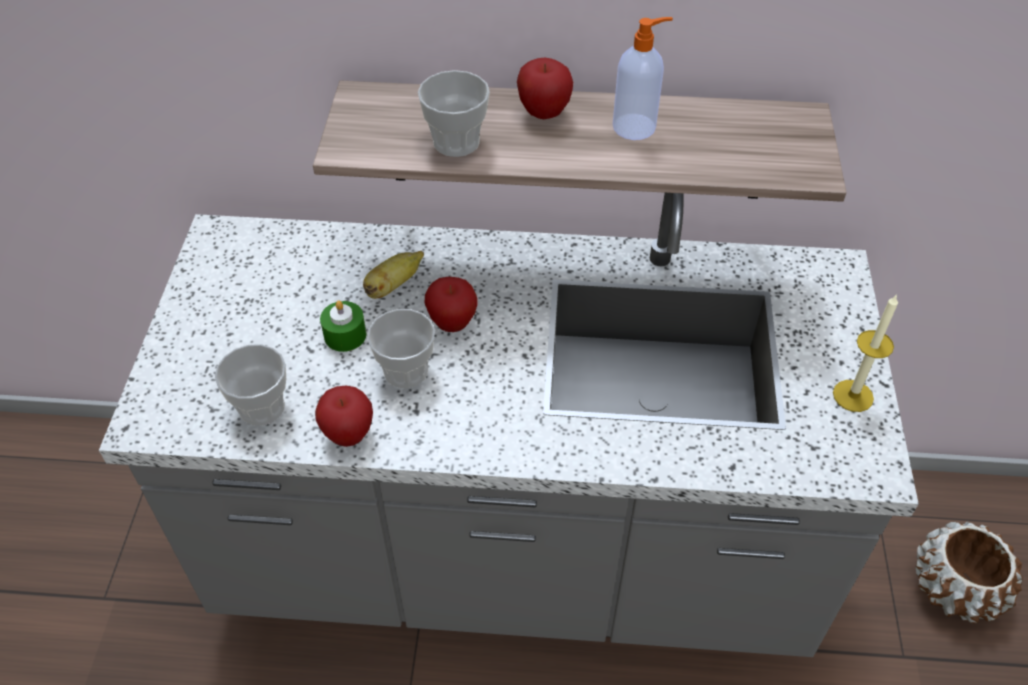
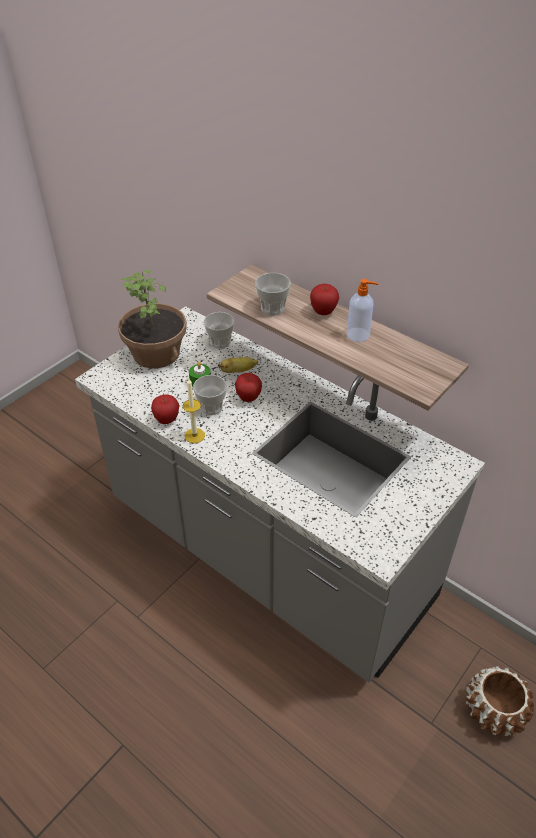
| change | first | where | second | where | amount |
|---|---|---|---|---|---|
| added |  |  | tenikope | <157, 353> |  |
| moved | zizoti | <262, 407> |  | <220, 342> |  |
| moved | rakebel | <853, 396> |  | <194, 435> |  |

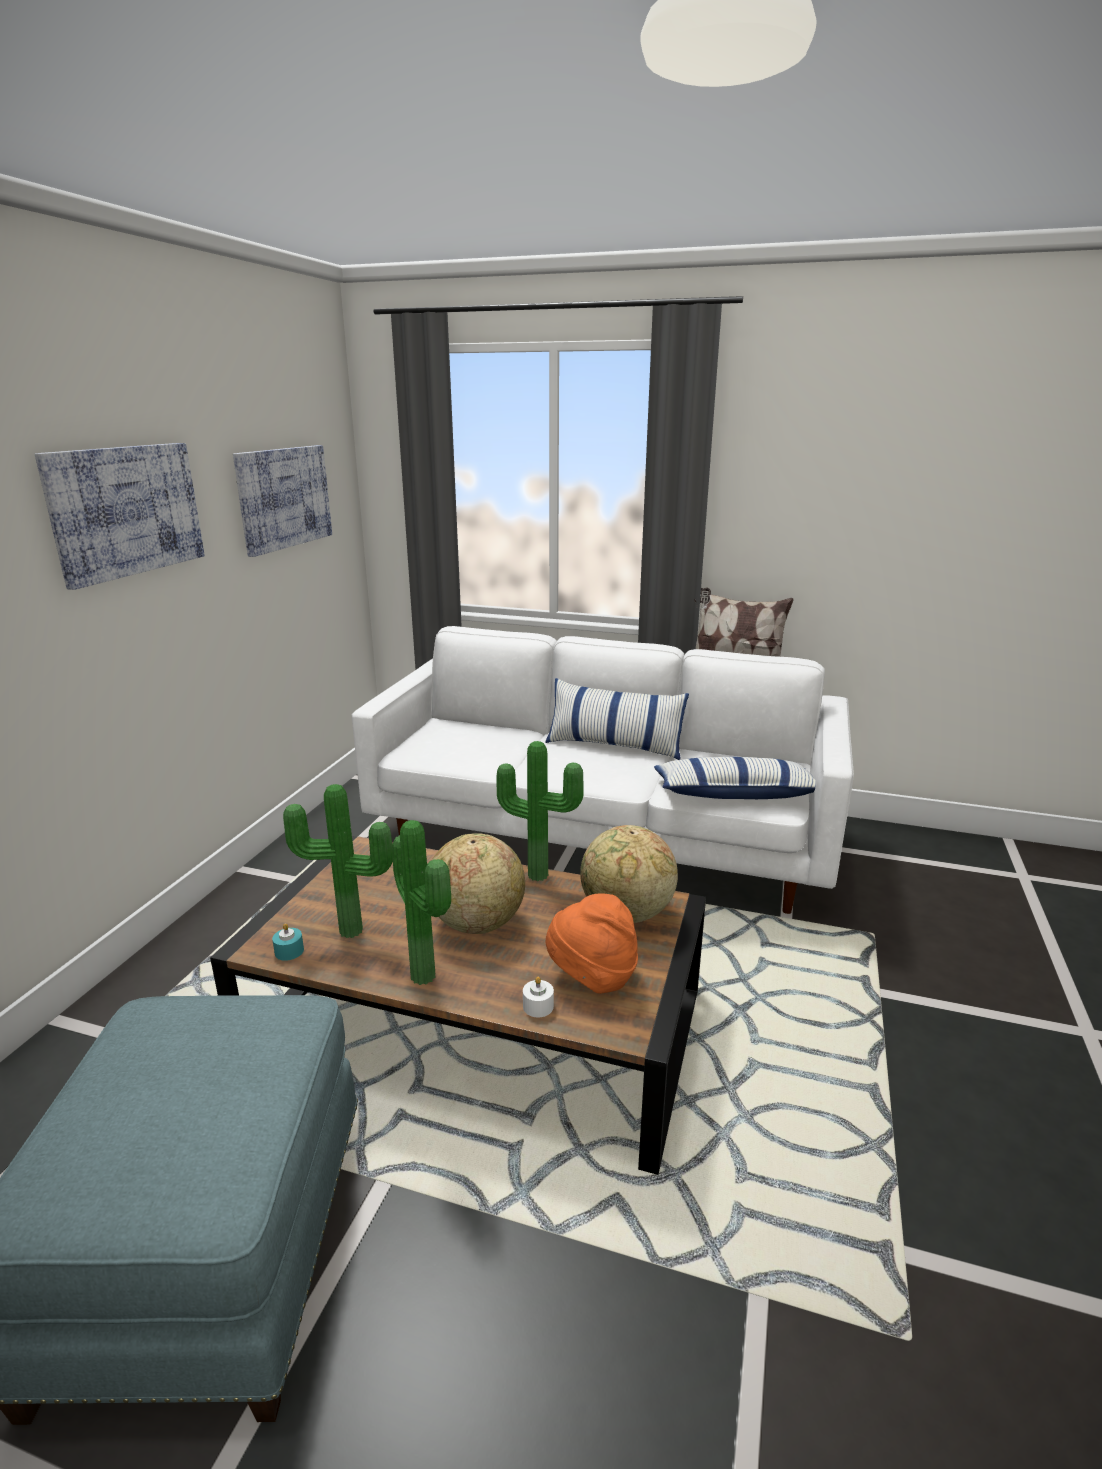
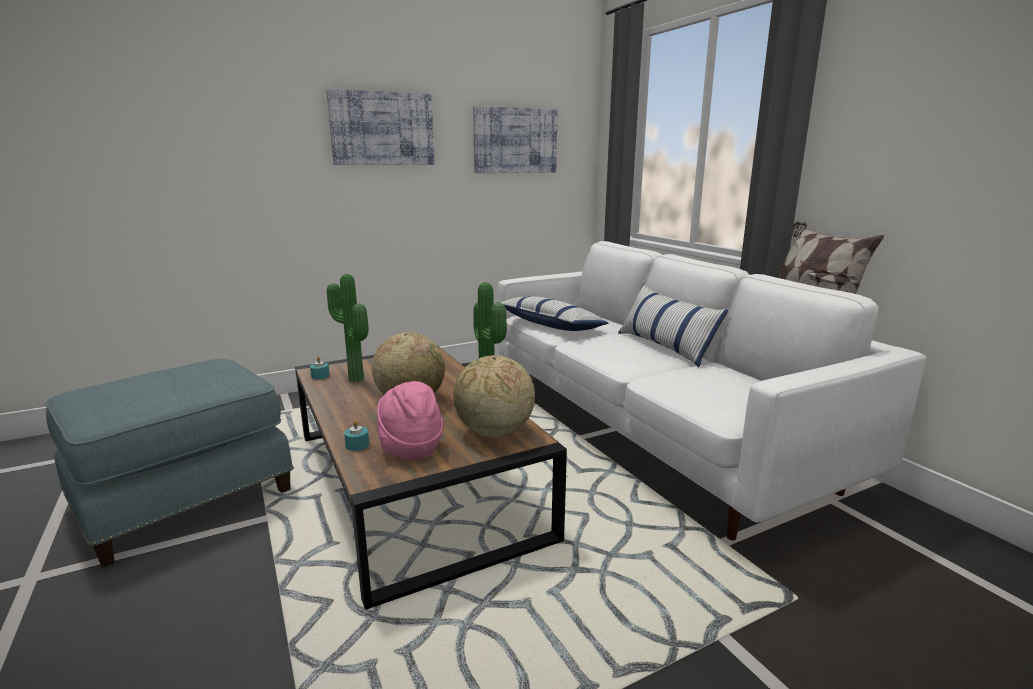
| change | first | where | second | where | amount |
|---|---|---|---|---|---|
| removed | tenikope | <427, 974> |  |  |  |
| moved | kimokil | <735, 794> |  | <550, 325> |  |
| recoloured | white_rakebel | <538, 1006> | turquoise_rakebel | <357, 445> |  |
| recoloured | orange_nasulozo | <592, 976> | pink_nasulozo | <410, 448> |  |

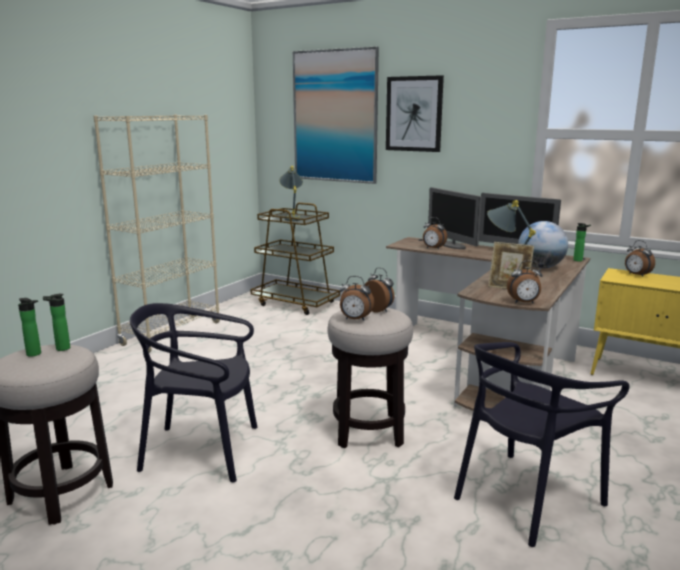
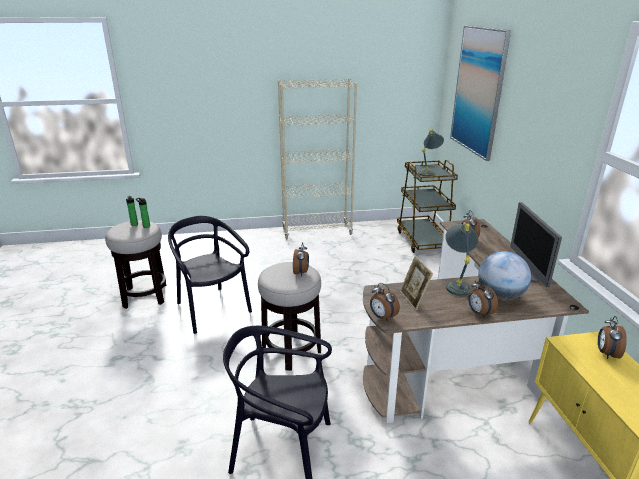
| change | first | where | second | where | amount |
|---|---|---|---|---|---|
| removed | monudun | <414, 114> |  |  |  |
| removed | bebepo | <451, 245> |  |  |  |
| removed | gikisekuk | <579, 260> |  |  |  |
| moved | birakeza | <355, 319> |  | <479, 313> |  |

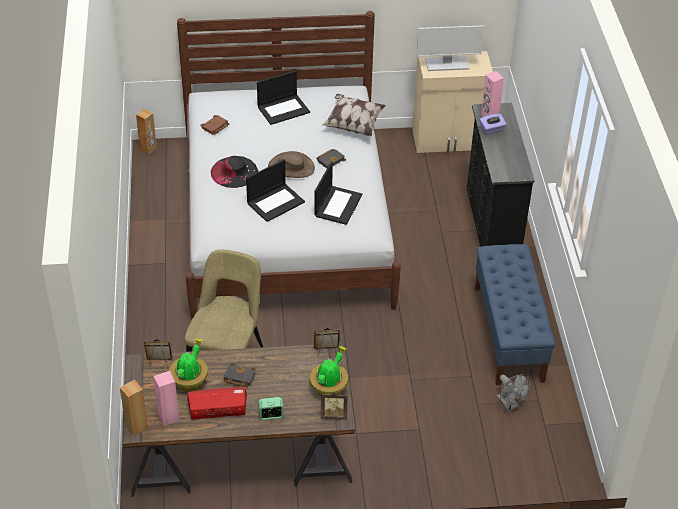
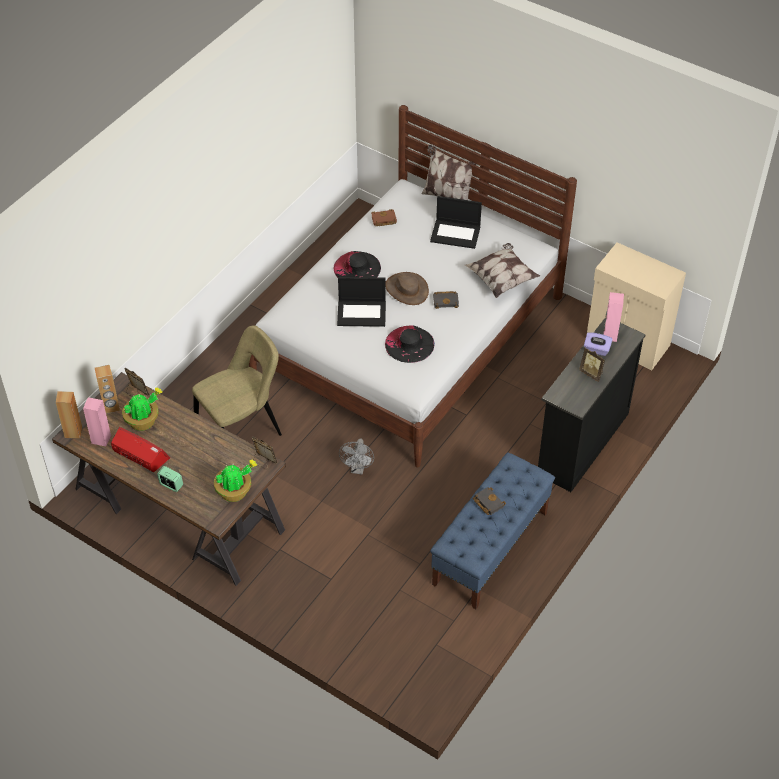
| change | first | where | second | where | amount |
|---|---|---|---|---|---|
| removed | bebepo | <446, 64> |  |  |  |
| added |  |  | kimokil | <447, 196> |  |
| moved | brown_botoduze | <148, 149> |  | <111, 407> |  |
| moved | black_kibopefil | <238, 377> |  | <487, 502> |  |
| moved | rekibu | <334, 415> |  | <592, 373> |  |
| moved | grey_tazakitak | <509, 405> |  | <358, 469> |  |
| replaced | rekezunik | <338, 205> | black_nasulozo | <409, 344> |  |

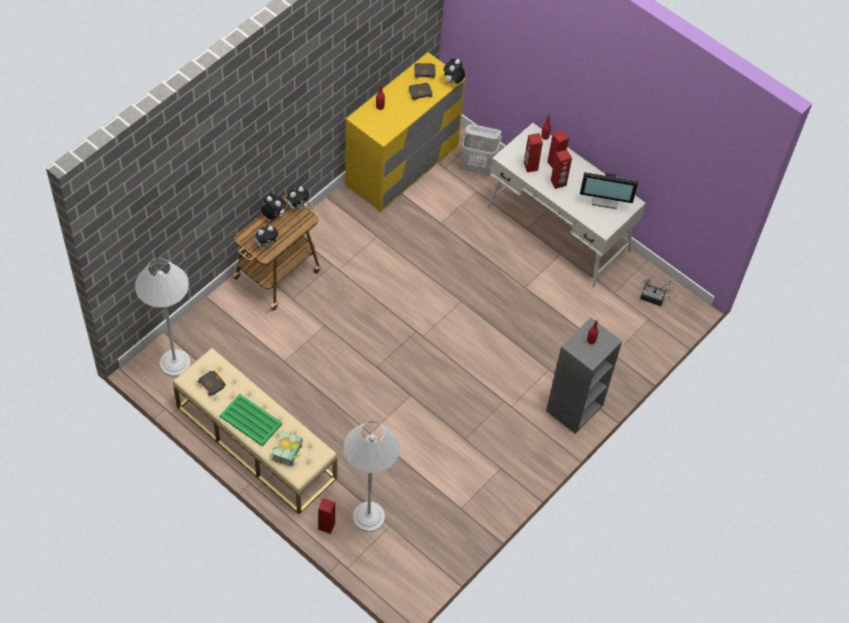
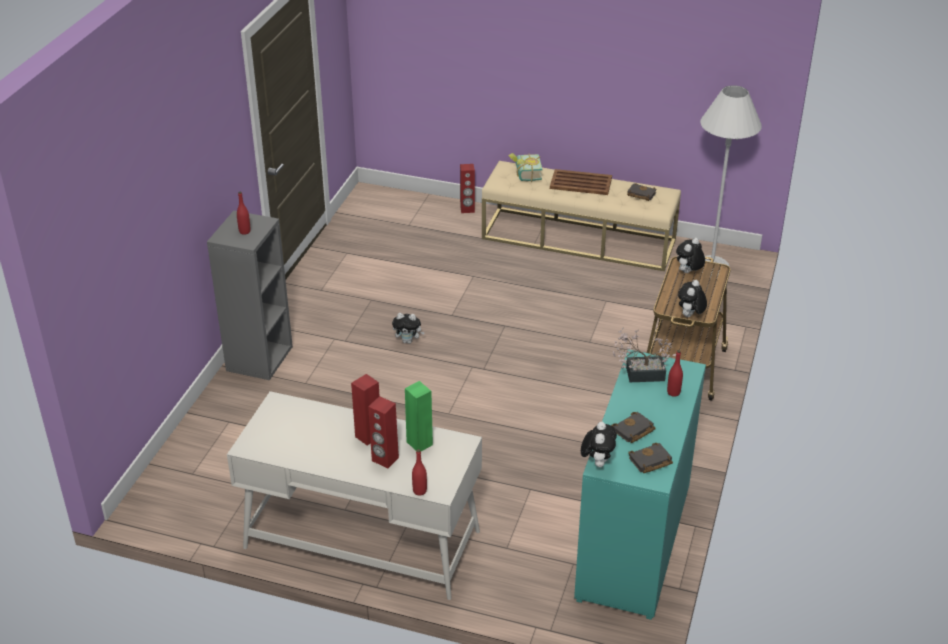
| change | first | where | second | where | amount |
|---|---|---|---|---|---|
| removed | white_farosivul | <368, 517> |  |  |  |
| removed | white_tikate | <478, 167> |  |  |  |
| removed | bebepo | <605, 198> |  |  |  |
| moved | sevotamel | <273, 216> |  | <408, 341> |  |
| moved | tenikope | <655, 298> |  | <640, 374> |  |
| recoloured | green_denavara | <250, 420> | brown_denavara | <581, 183> |  |
| recoloured | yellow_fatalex | <402, 166> | turquoise_fatalex | <634, 542> |  |
| recoloured | red_botoduze | <530, 166> | green_botoduze | <420, 443> |  |

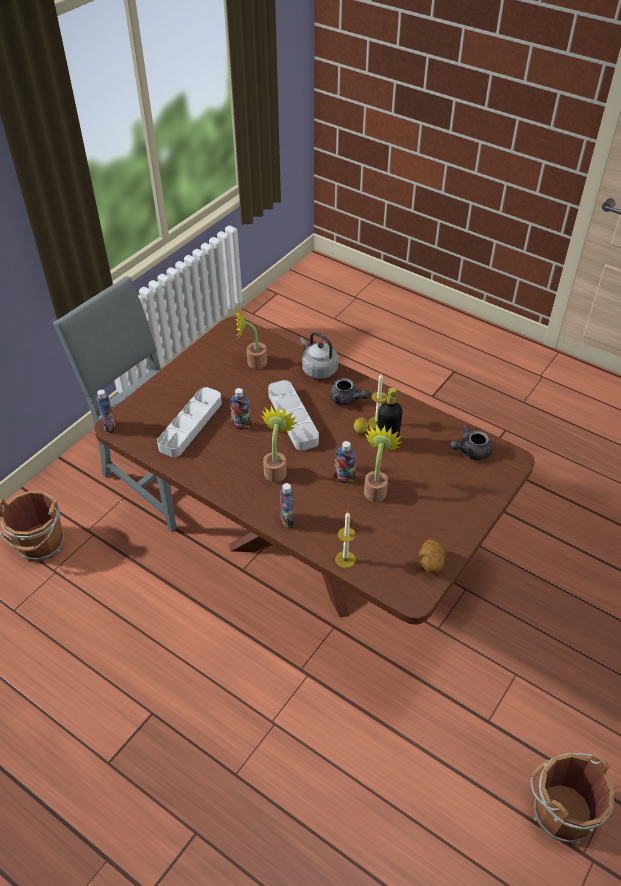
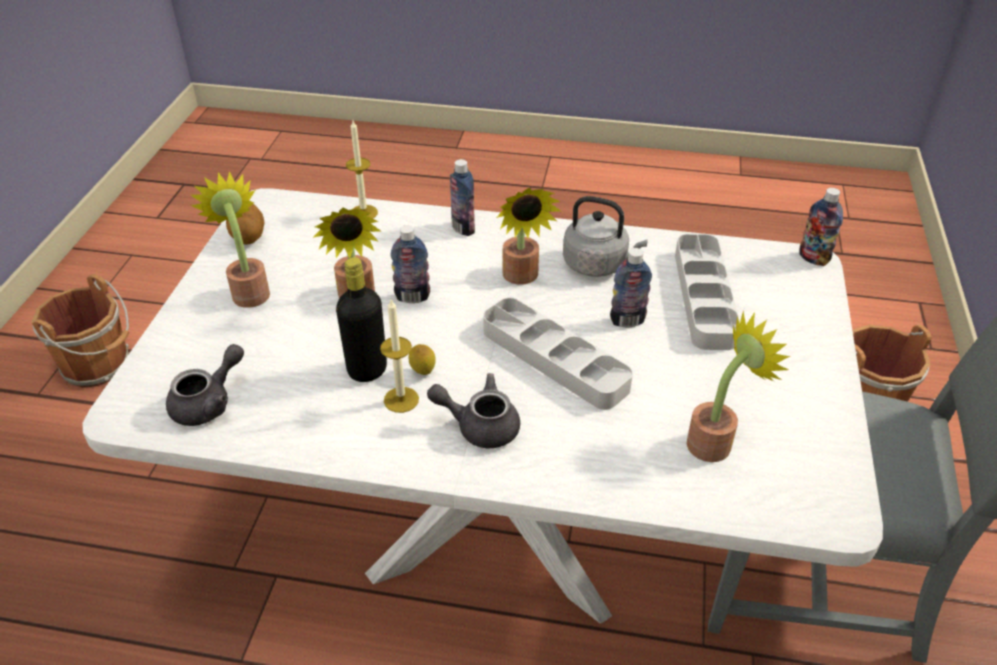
| change | first | where | second | where | amount |
|---|---|---|---|---|---|
| added |  |  | tenikope | <249, 291> |  |
| moved | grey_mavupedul | <318, 369> |  | <598, 265> |  |
| recoloured | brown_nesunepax | <311, 552> | white_nesunepax | <498, 533> |  |

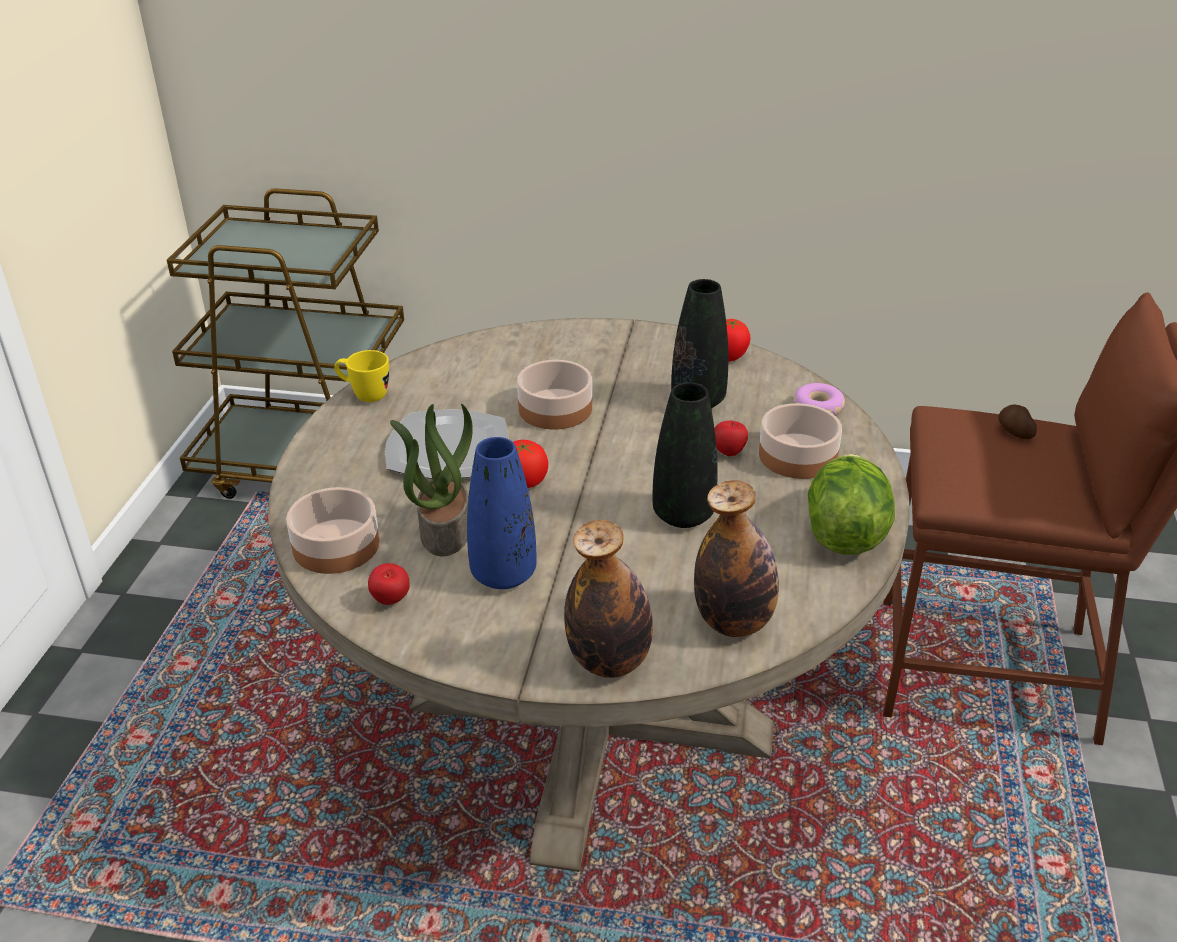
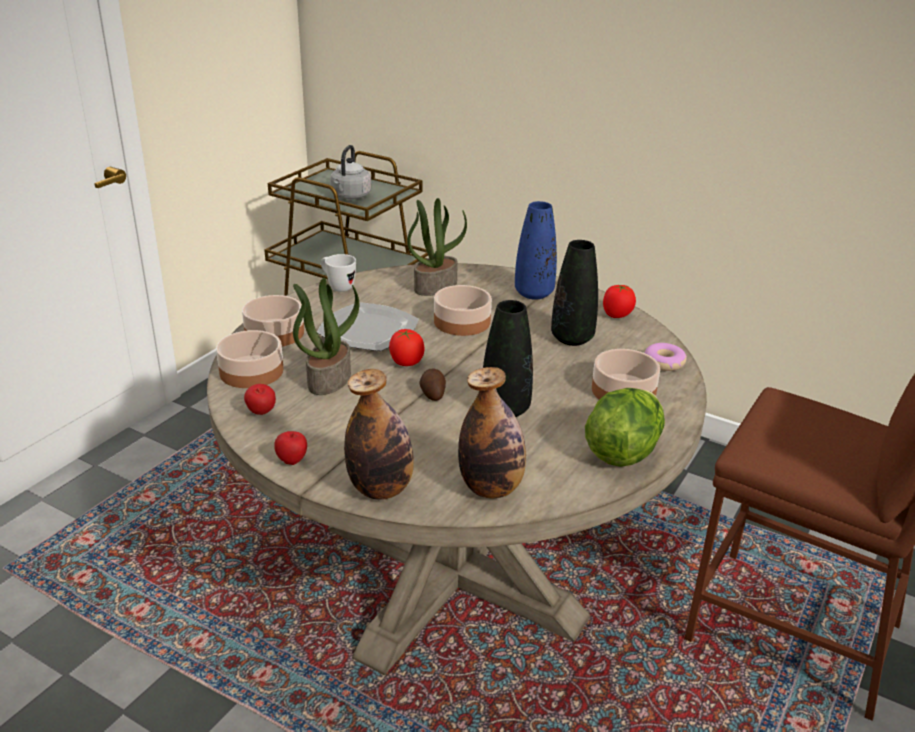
| change | first | where | second | where | amount |
|---|---|---|---|---|---|
| added |  |  | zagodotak | <274, 333> |  |
| added |  |  | grey_mavupedul | <350, 196> |  |
| added |  |  | tenikope | <435, 286> |  |
| moved | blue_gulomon | <503, 574> |  | <534, 293> |  |
| moved | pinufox | <728, 452> |  | <292, 461> |  |
| moved | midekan | <1014, 432> |  | <432, 393> |  |
| recoloured | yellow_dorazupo | <364, 395> | white_dorazupo | <337, 287> |  |

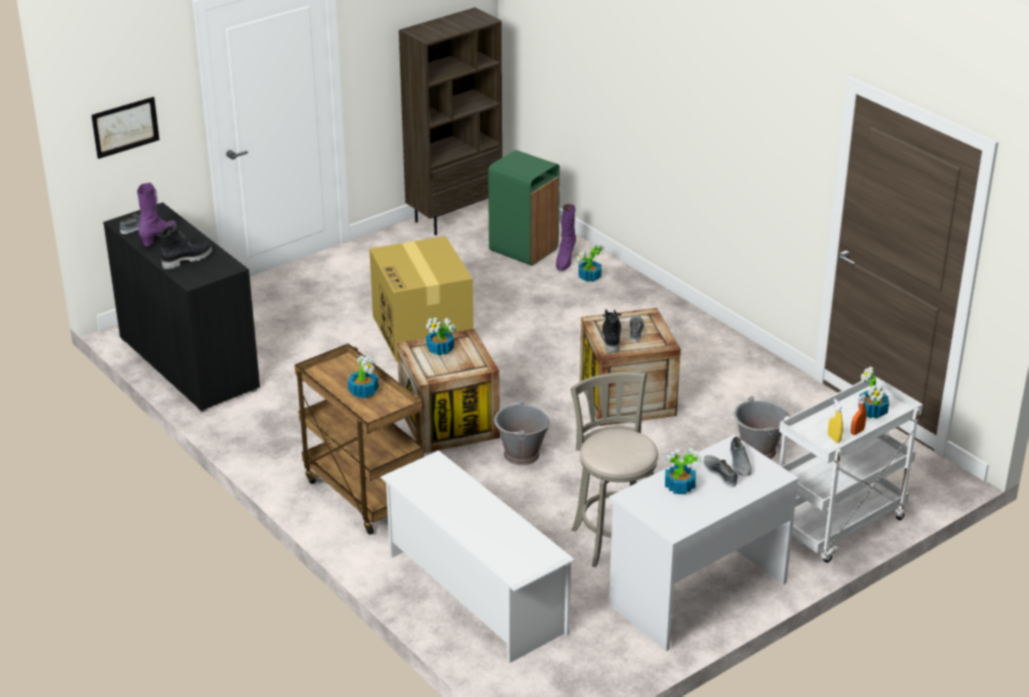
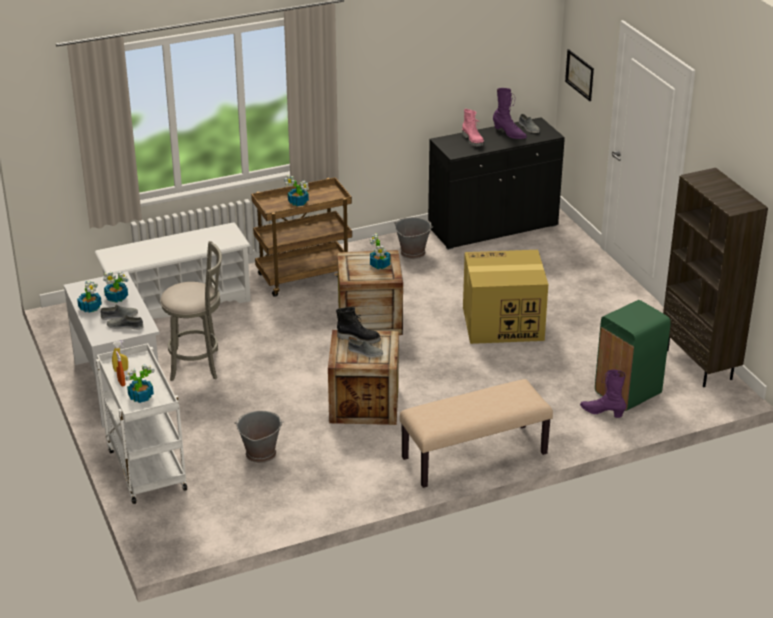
| change | first | where | second | where | amount |
|---|---|---|---|---|---|
| added |  |  | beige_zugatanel | <474, 456> |  |
| moved | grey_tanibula | <521, 455> |  | <412, 252> |  |
| moved | tenikope | <589, 277> |  | <90, 307> |  |
| recoloured | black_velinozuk | <187, 259> | pink_velinozuk | <473, 140> |  |

